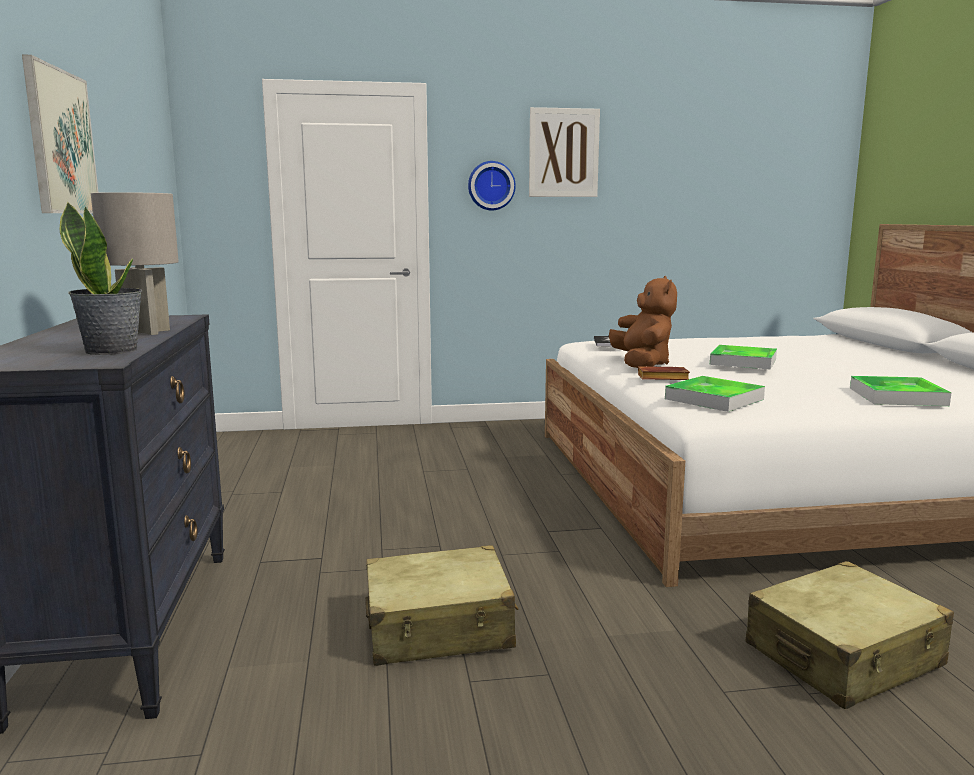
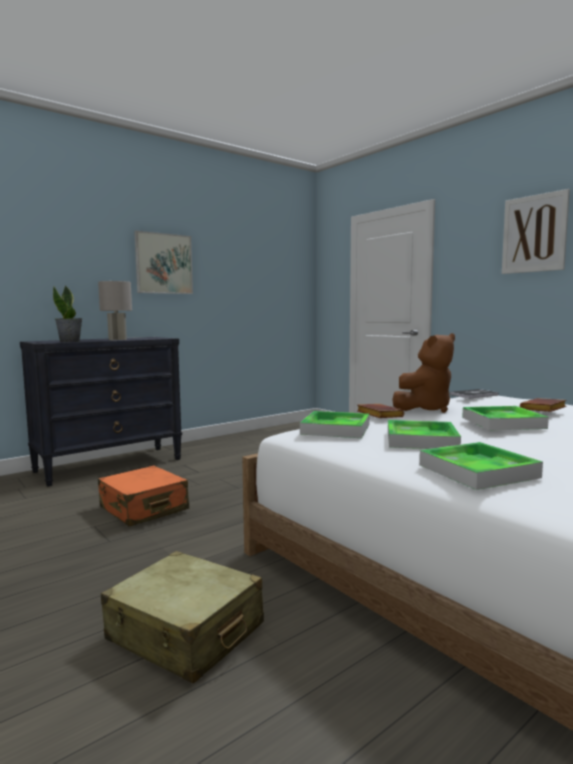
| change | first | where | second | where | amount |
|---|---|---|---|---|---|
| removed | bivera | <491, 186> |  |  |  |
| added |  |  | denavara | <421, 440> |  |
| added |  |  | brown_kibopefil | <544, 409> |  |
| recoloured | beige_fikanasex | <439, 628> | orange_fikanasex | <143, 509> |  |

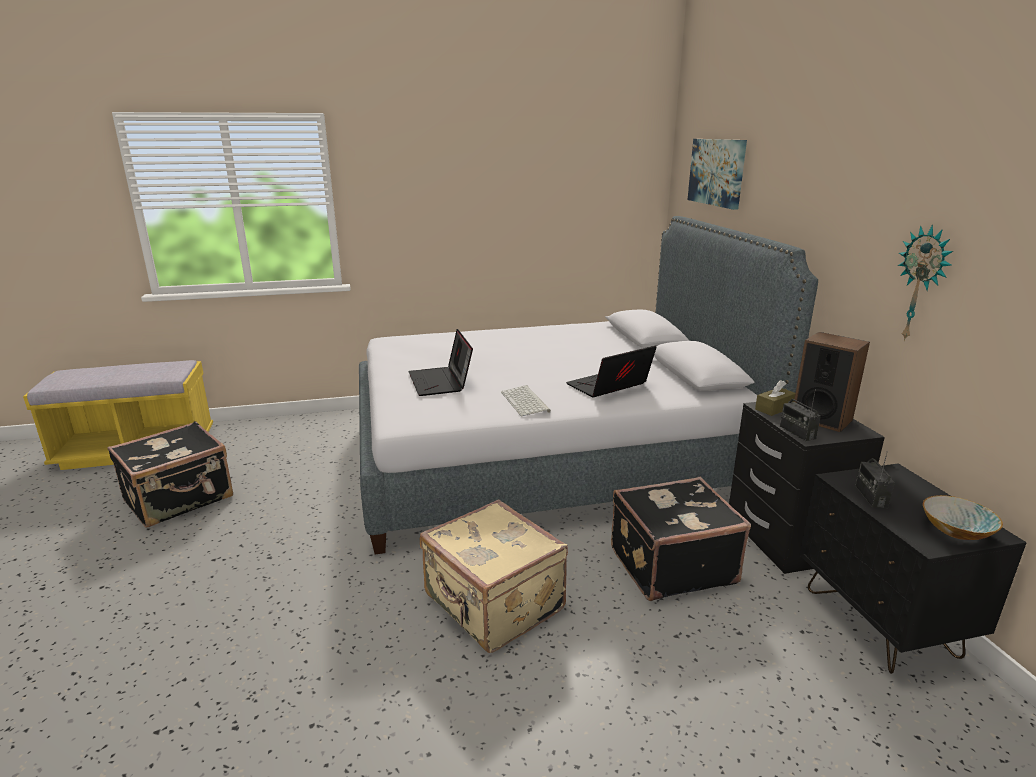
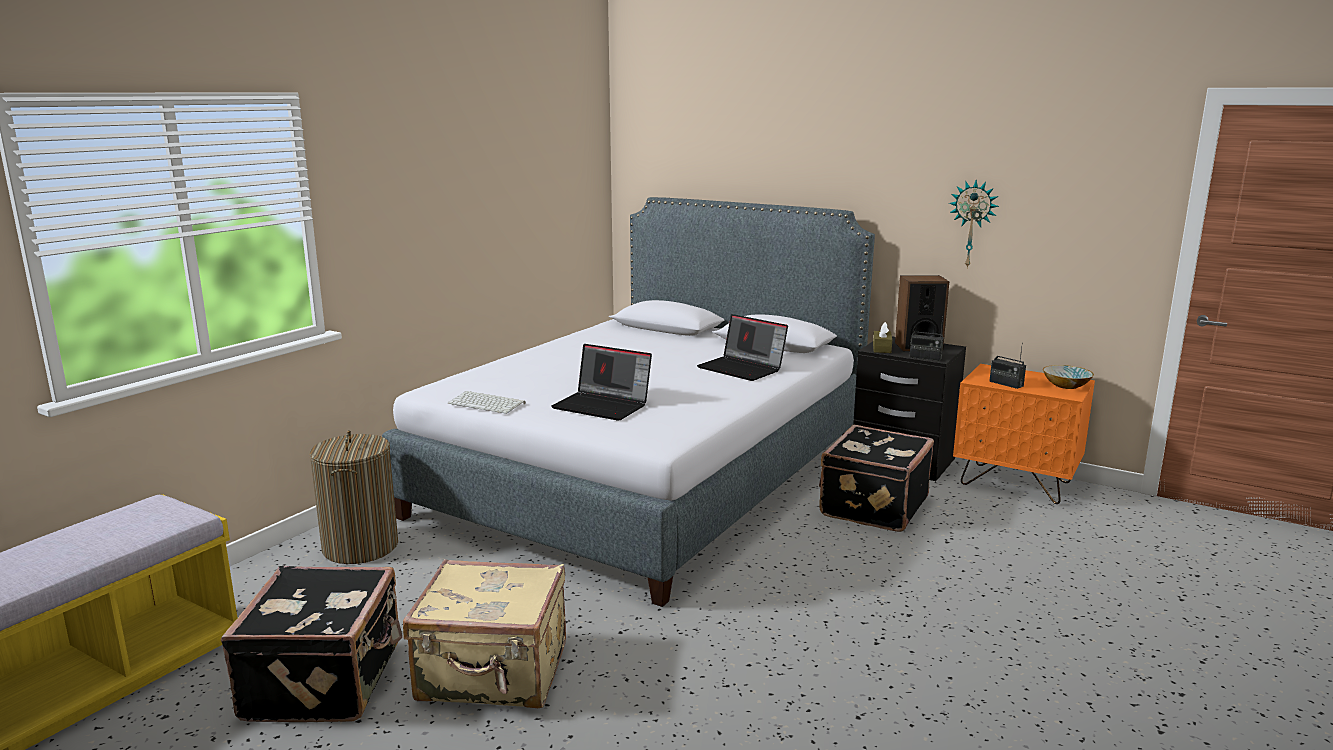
| change | first | where | second | where | amount |
|---|---|---|---|---|---|
| removed | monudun | <717, 172> |  |  |  |
| added |  |  | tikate | <360, 547> |  |
| moved | beige_fikanasex | <492, 604> |  | <493, 674> |  |
| moved | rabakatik | <526, 402> |  | <488, 403> |  |
| recoloured | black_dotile | <880, 623> | orange_dotile | <1016, 483> |  |
| turned | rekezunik | <608, 387> |  | <743, 368> | 60 degrees counterclockwise |

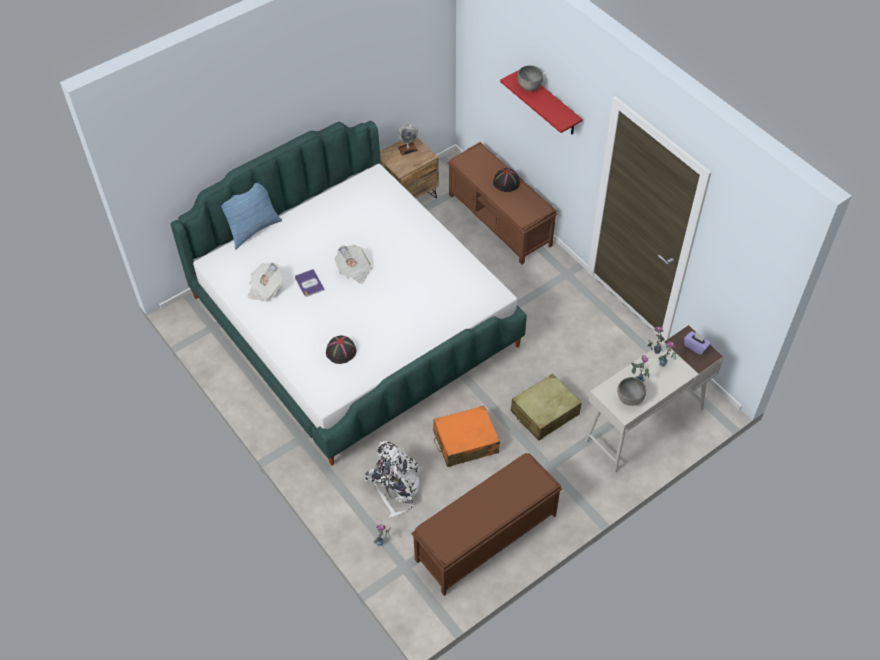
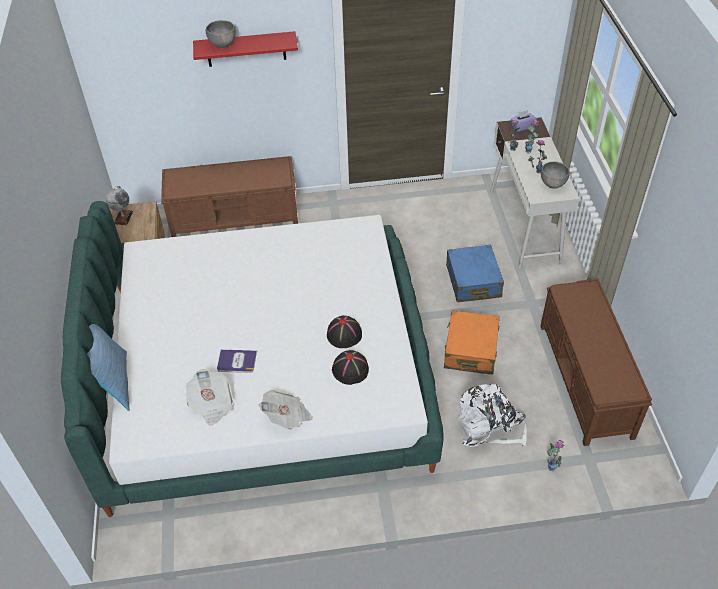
| change | first | where | second | where | amount |
|---|---|---|---|---|---|
| moved | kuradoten | <354, 270> |  | <287, 417> |  |
| moved | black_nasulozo | <506, 182> |  | <344, 334> |  |
| recoloured | beige_fikanasex | <544, 413> | blue_fikanasex | <473, 281> |  |

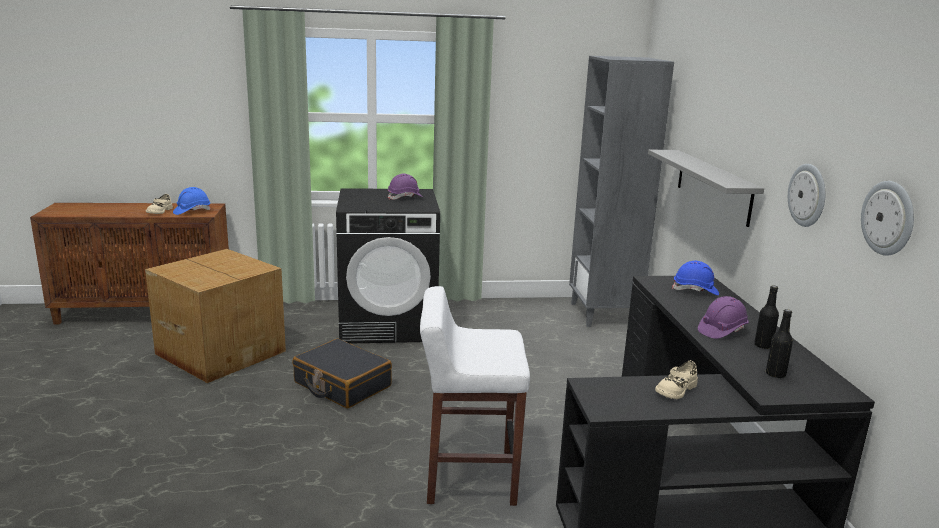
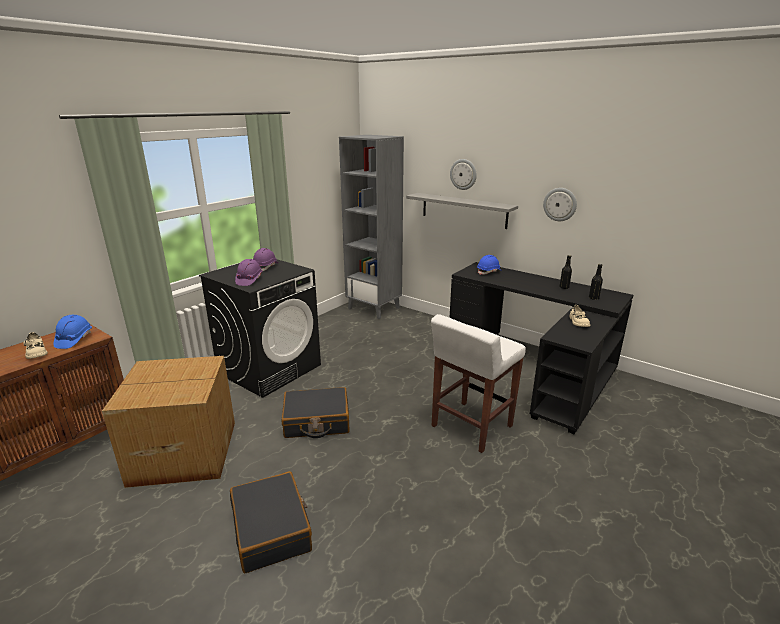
| change | first | where | second | where | amount |
|---|---|---|---|---|---|
| added |  |  | black_fikanasex | <272, 529> |  |
| moved | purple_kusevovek | <721, 330> |  | <249, 280> |  |
| moved | bivera | <888, 218> |  | <463, 174> |  |

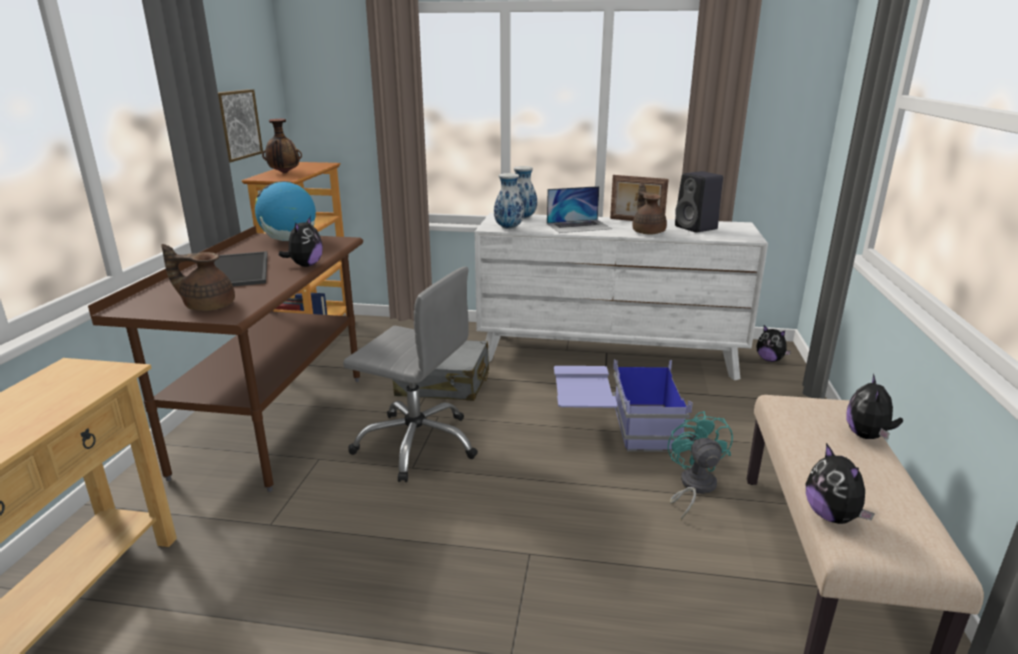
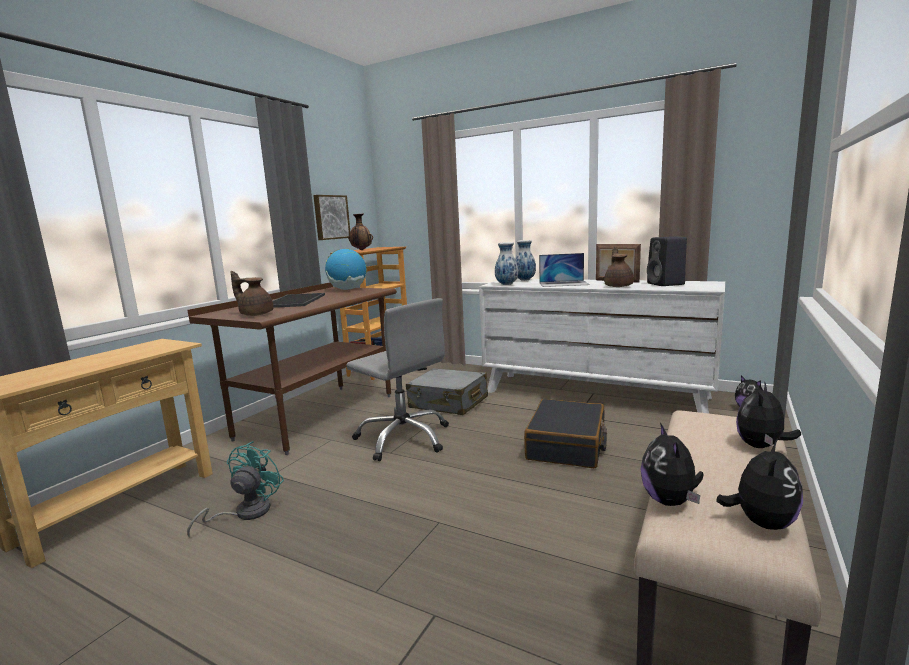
| change | first | where | second | where | amount |
|---|---|---|---|---|---|
| moved | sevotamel | <305, 265> |  | <761, 522> |  |
| moved | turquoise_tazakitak | <693, 487> |  | <245, 513> |  |
| replaced | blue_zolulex | <614, 429> | black_fikanasex | <567, 445> |  |

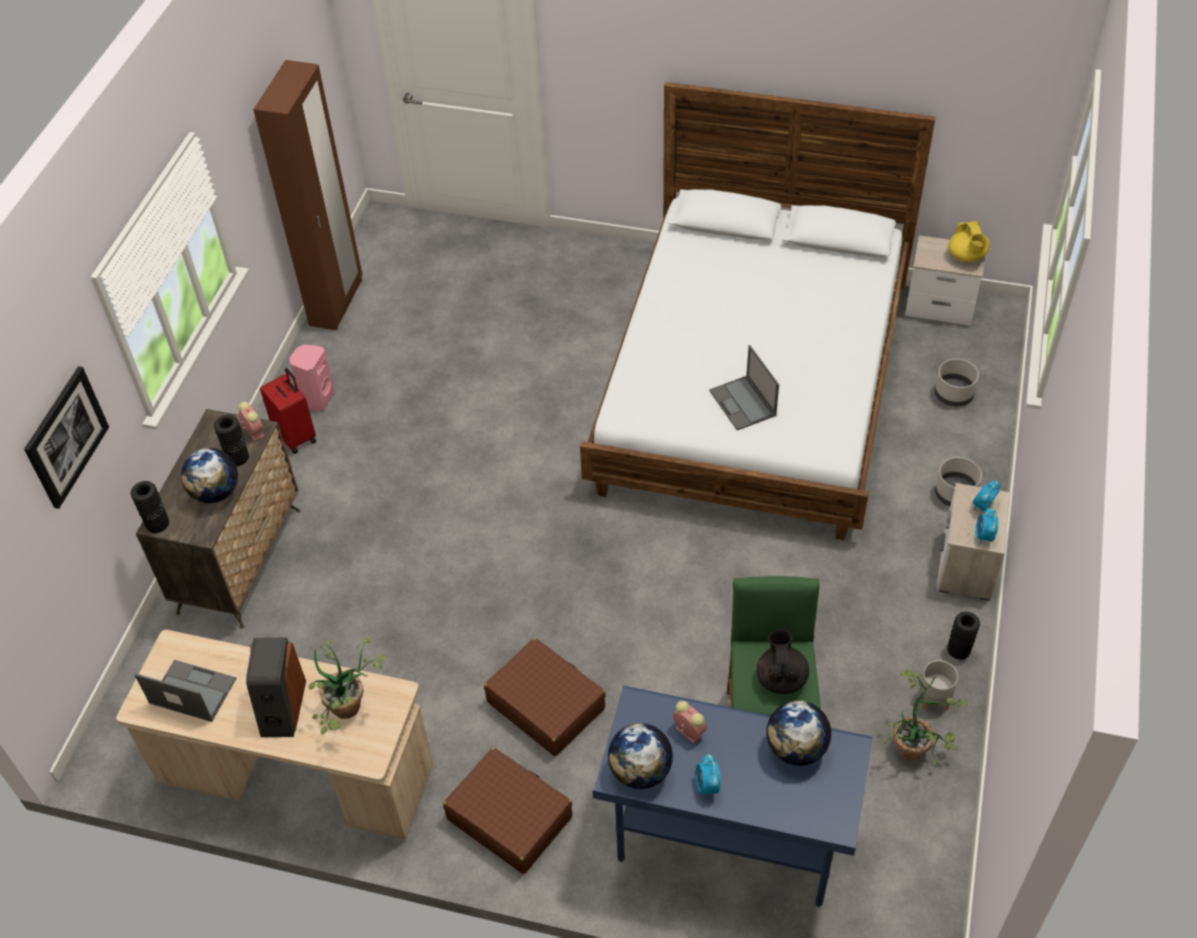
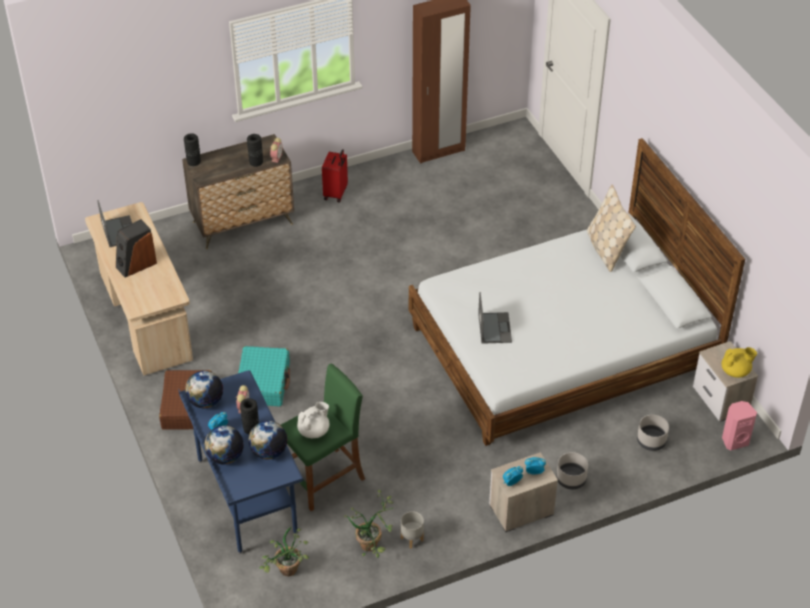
| change | first | where | second | where | amount |
|---|---|---|---|---|---|
| removed | monudun | <65, 437> |  |  |  |
| added |  |  | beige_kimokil | <606, 249> |  |
| moved | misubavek | <215, 492> |  | <225, 457> |  |
| moved | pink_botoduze | <317, 398> |  | <734, 440> |  |
| moved | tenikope | <350, 713> |  | <286, 573> |  |
| moved | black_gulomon | <958, 650> |  | <251, 428> |  |
| recoloured | brown_fikanasex | <546, 704> | turquoise_fikanasex | <263, 383> |  |
| recoloured | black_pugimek | <781, 678> | white_pugimek | <314, 431> |  |
| turned | rekezunik | <743, 403> |  | <494, 327> | 150 degrees clockwise |
| turned | yellow_pugimek | <966, 256> |  | <736, 371> | 135 degrees counterclockwise |

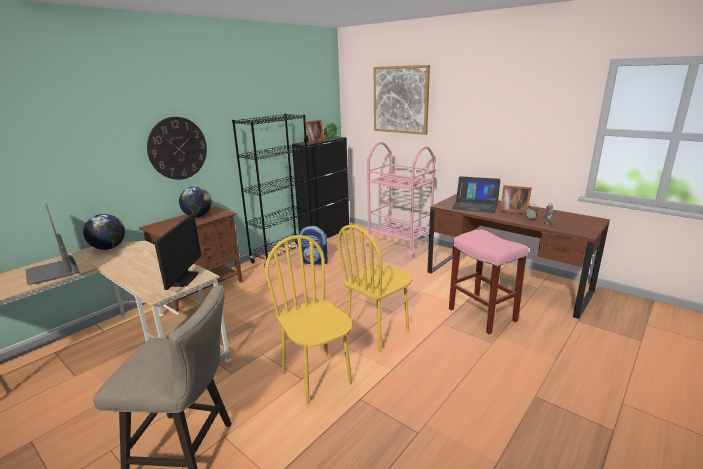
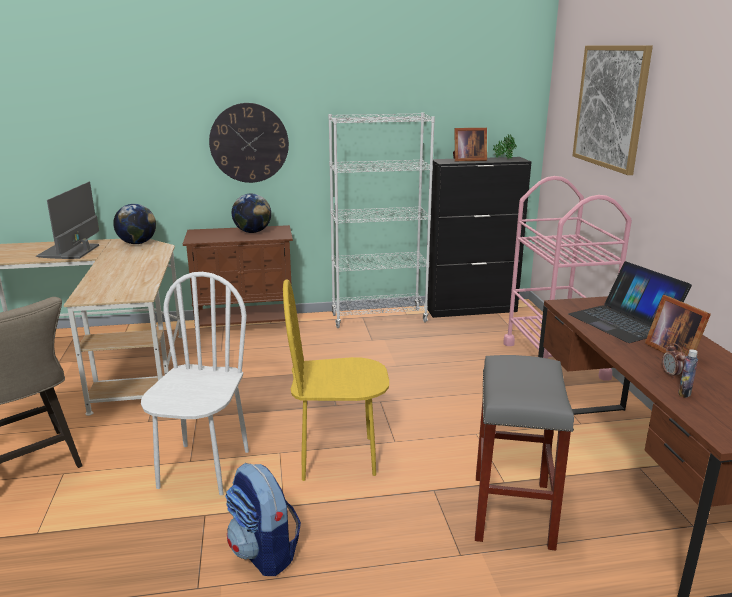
| change | first | where | second | where | amount |
|---|---|---|---|---|---|
| removed | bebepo | <183, 279> |  |  |  |
| moved | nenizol | <315, 261> |  | <264, 553> |  |
| recoloured | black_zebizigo | <283, 255> | white_zebizigo | <379, 318> |  |
| recoloured | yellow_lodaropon | <317, 378> | white_lodaropon | <203, 468> |  |
| recoloured | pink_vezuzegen | <481, 314> | grey_vezuzegen | <511, 510> |  |

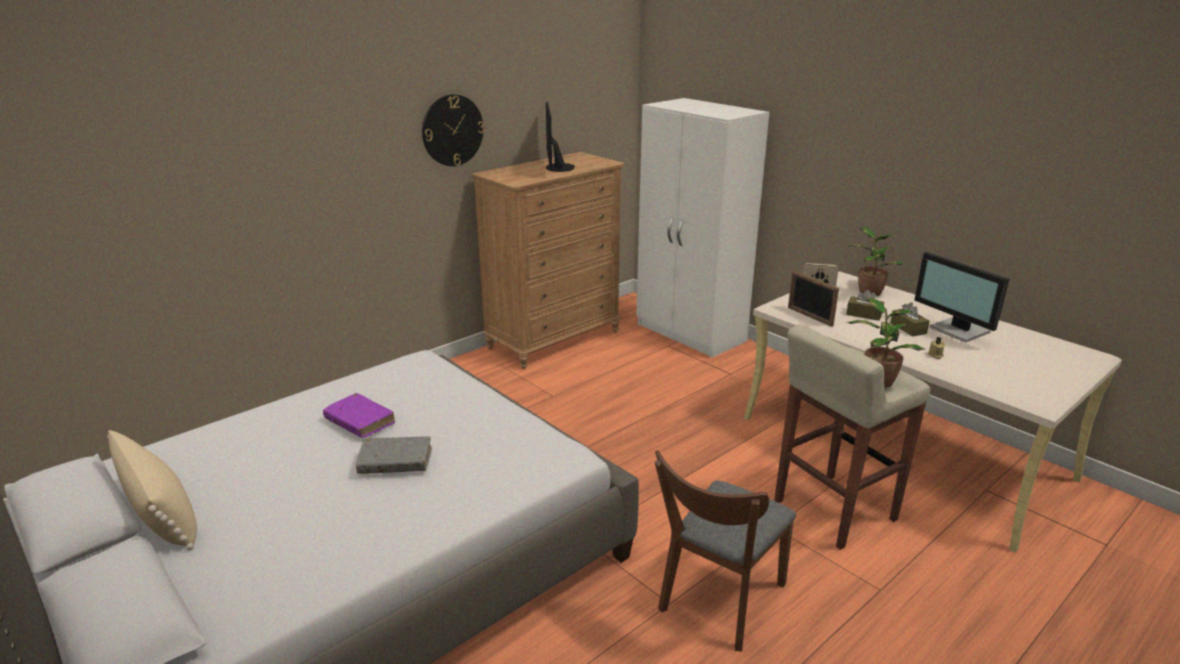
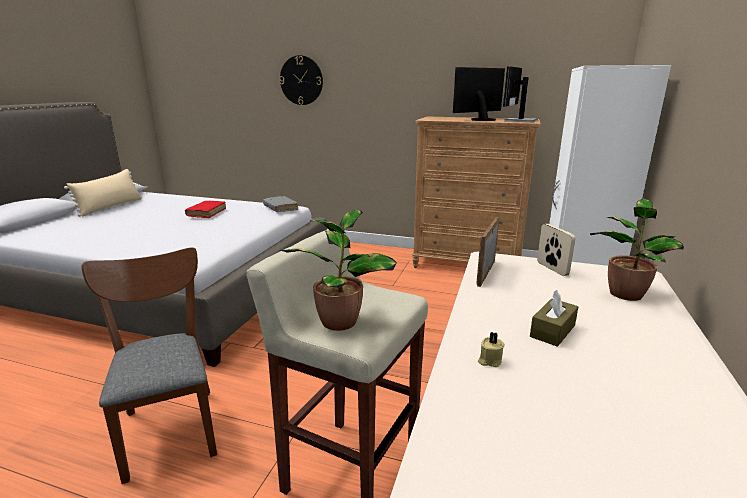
| change | first | where | second | where | amount |
|---|---|---|---|---|---|
| removed | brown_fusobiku | <864, 314> |  |  |  |
| moved | grey_kibopefil | <395, 462> |  | <280, 208> |  |
| moved | bivera | <452, 130> |  | <301, 80> |  |
| moved | bebepo | <958, 331> |  | <519, 120> |  |
| recoloured | purple_kibopefil | <360, 422> | red_kibopefil | <206, 213> |  |
| turned | brown_lodaropon | <718, 603> |  | <170, 425> | 60 degrees clockwise |

